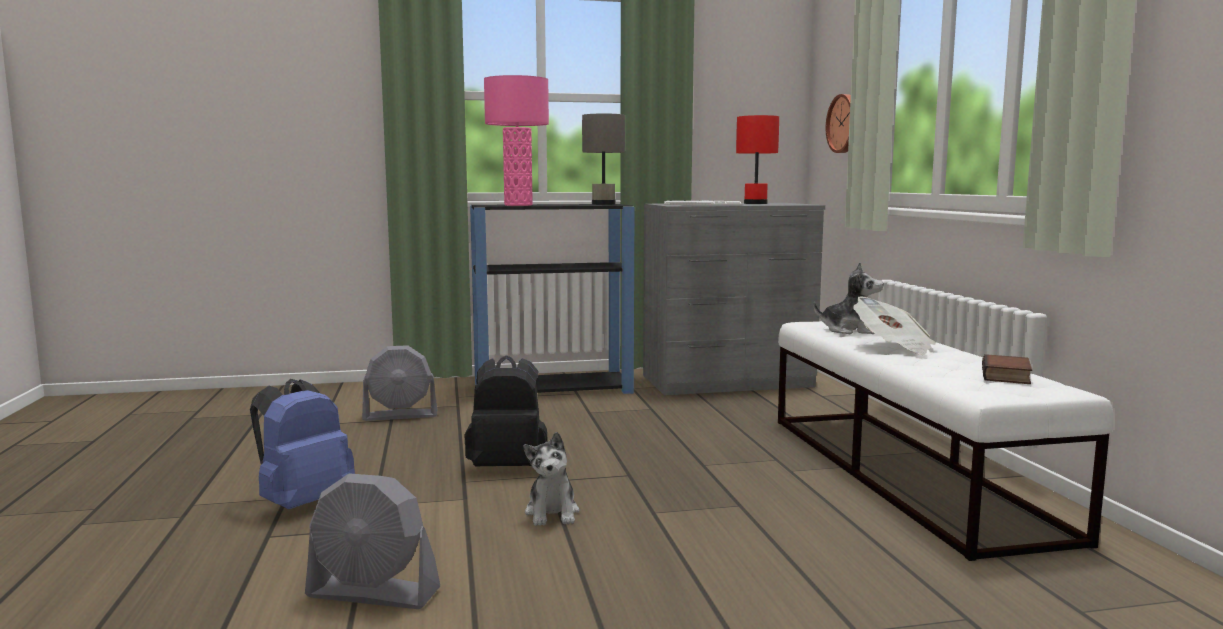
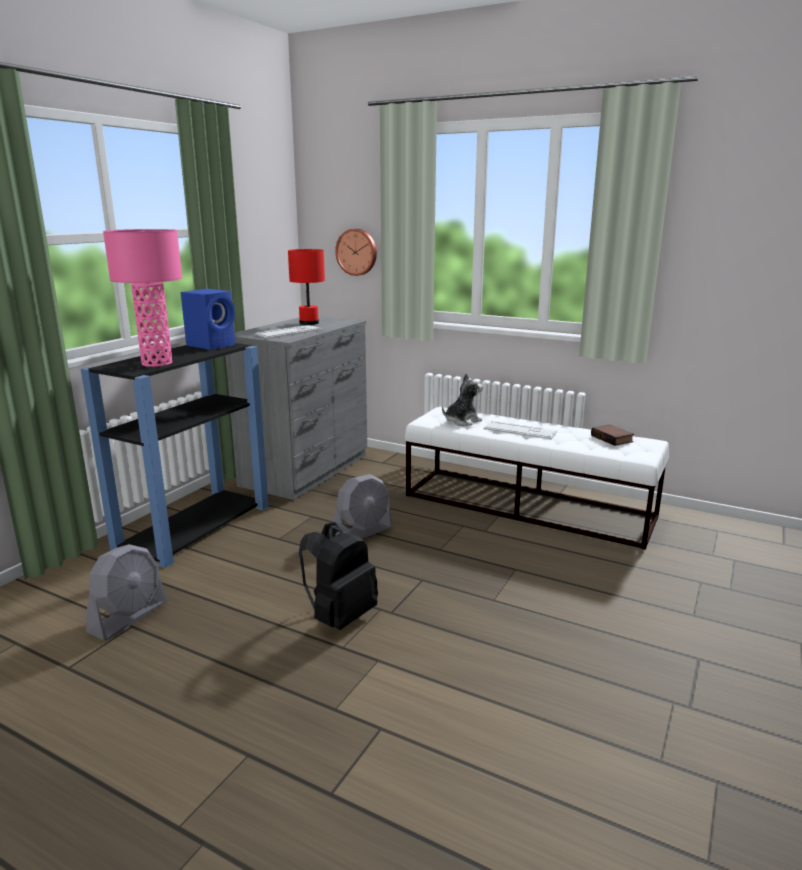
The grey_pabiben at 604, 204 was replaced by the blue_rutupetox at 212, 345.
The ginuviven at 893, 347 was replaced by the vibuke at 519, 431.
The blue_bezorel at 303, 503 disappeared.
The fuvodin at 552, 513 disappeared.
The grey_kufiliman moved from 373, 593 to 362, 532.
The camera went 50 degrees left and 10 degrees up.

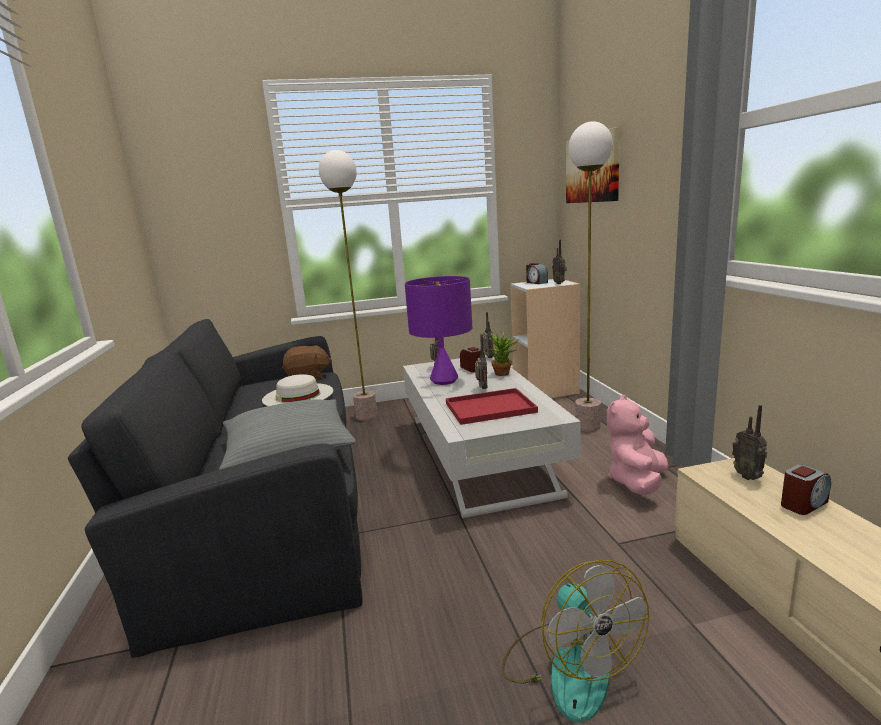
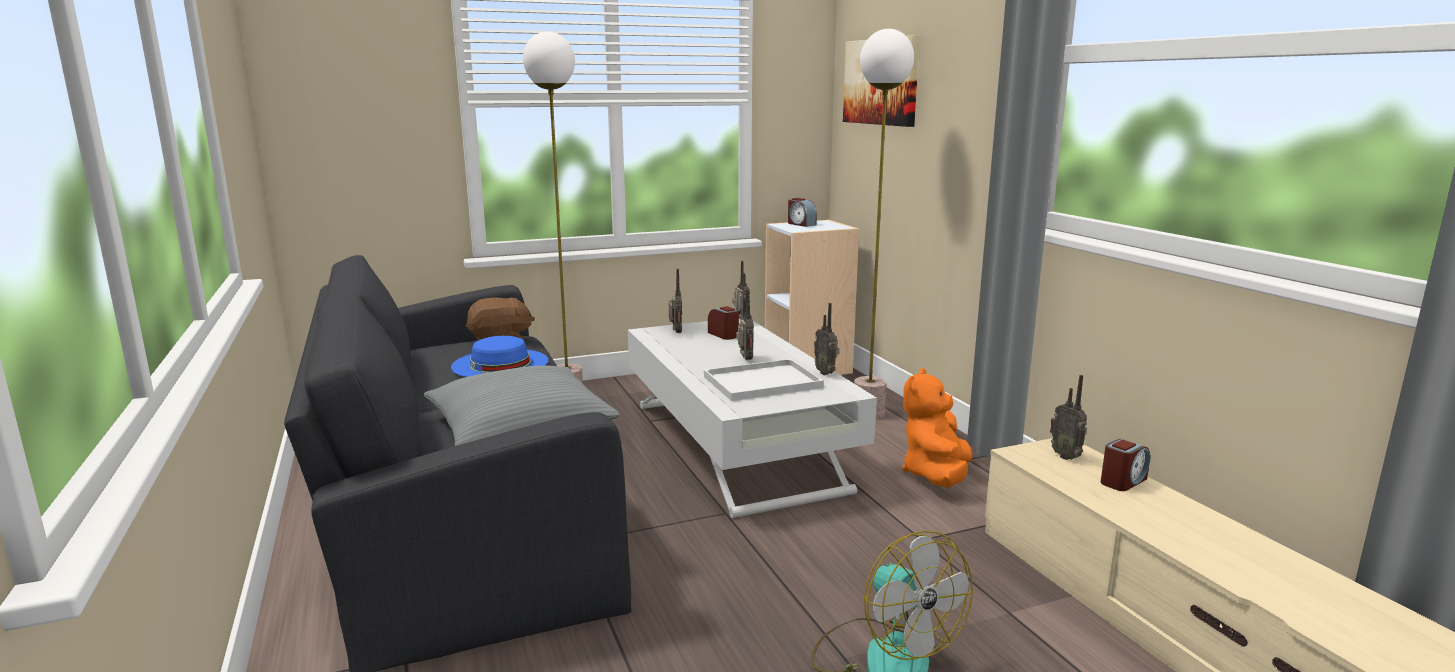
The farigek moved from 559, 283 to 826, 373.
The purple_pabiben at 444, 381 disappeared.
The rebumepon at 504, 374 disappeared.
The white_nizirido at 298, 395 became the blue_nizirido at 500, 363.
The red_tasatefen at 488, 408 became the white_tasatefen at 761, 382.
The pink_fuvodin at 637, 482 became the orange_fuvodin at 936, 475.
The camera went 10 degrees left and 0 degrees up.

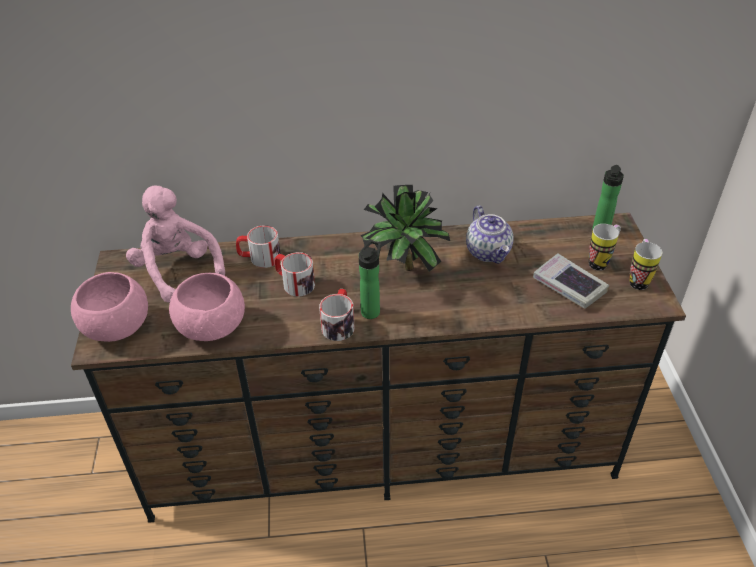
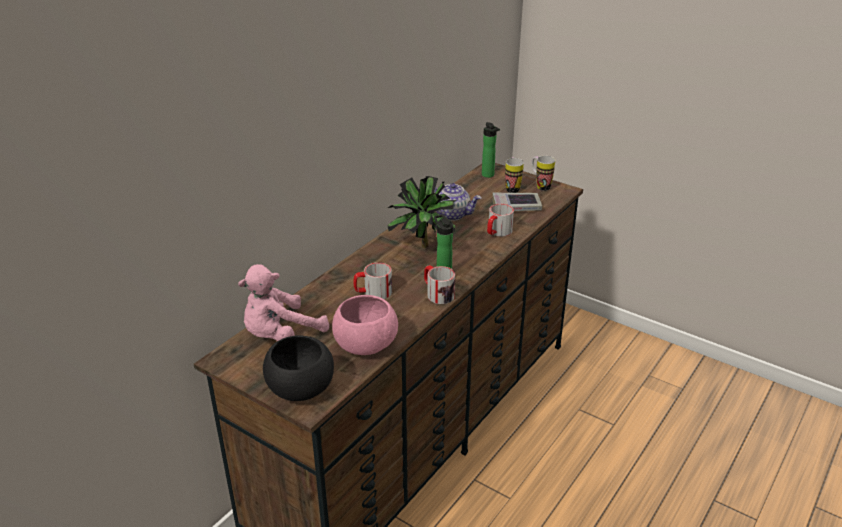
The pink_fuvodin at 177, 270 turned 45 degrees counterclockwise.
The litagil moved from 259, 258 to 497, 232.
The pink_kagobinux at 116, 326 became the black_kagobinux at 300, 388.
The camera went 50 degrees left and 10 degrees down.

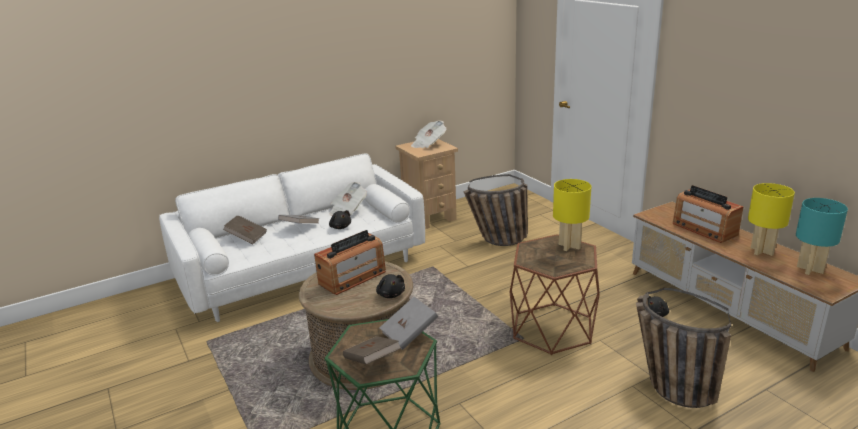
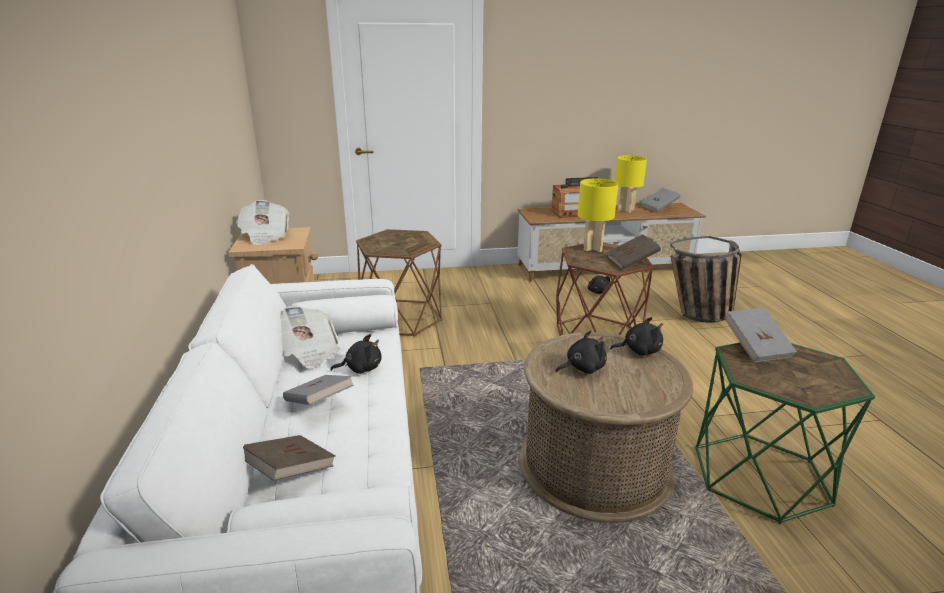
The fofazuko at 497, 241 was replaced by the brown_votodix at 402, 318.
The turquoise_pabiben at 809, 269 was replaced by the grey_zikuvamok at 658, 208.
The farigek at 352, 278 was replaced by the black_fuvodin at 582, 368.
The brown_zikuvamok moved from 372, 361 to 631, 262.
The camera went 70 degrees left and 0 degrees up.

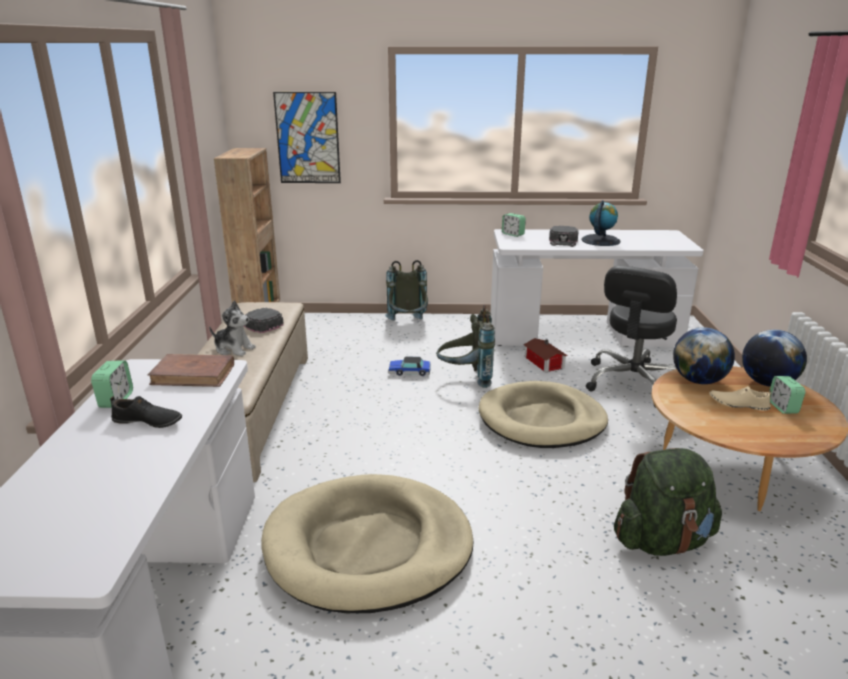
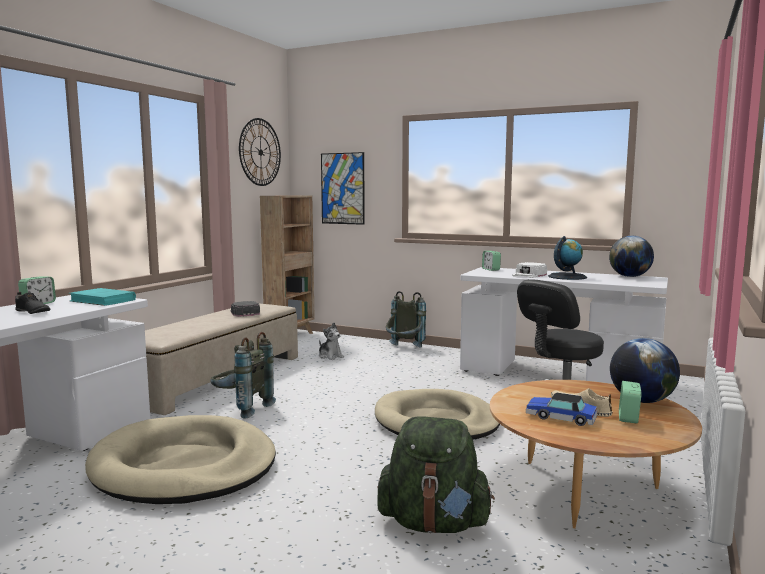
The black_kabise at 563, 241 became the white_kabise at 529, 275.
The fuvodin moved from 234, 349 to 330, 356.
The grey_bezorel moved from 465, 378 to 241, 408.
The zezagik moved from 698, 381 to 630, 276.
The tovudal at 544, 363 disappeared.
The brown_zikuvamok at 193, 374 became the turquoise_zikuvamok at 103, 300.
The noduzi moved from 409, 372 to 561, 417.
The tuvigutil at 260, 152 appeared.
The camera went 25 degrees right and 15 degrees down.

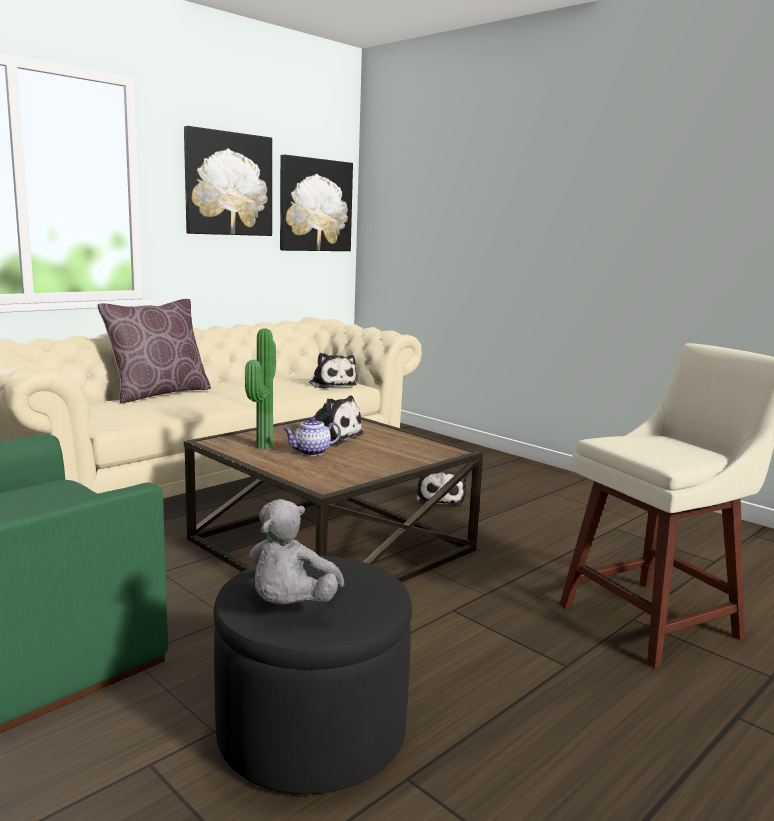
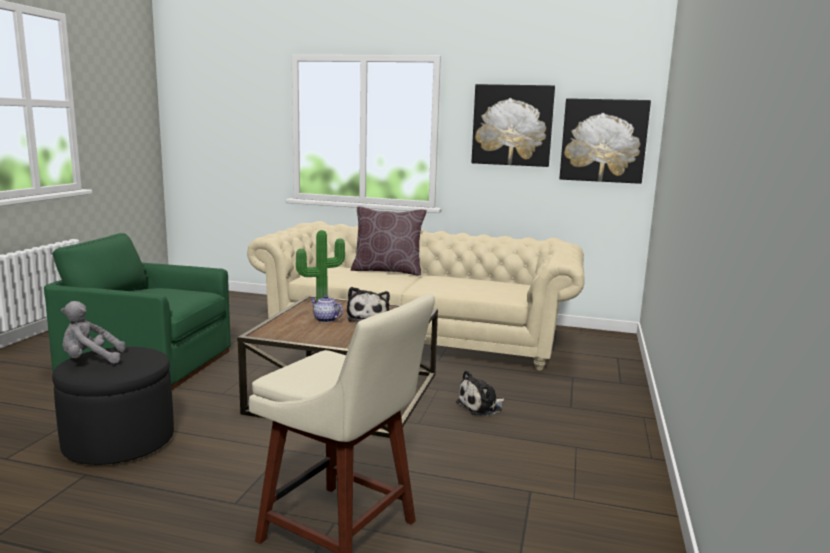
The fuvodin at 331, 384 disappeared.
The camera went 60 degrees right and 0 degrees up.

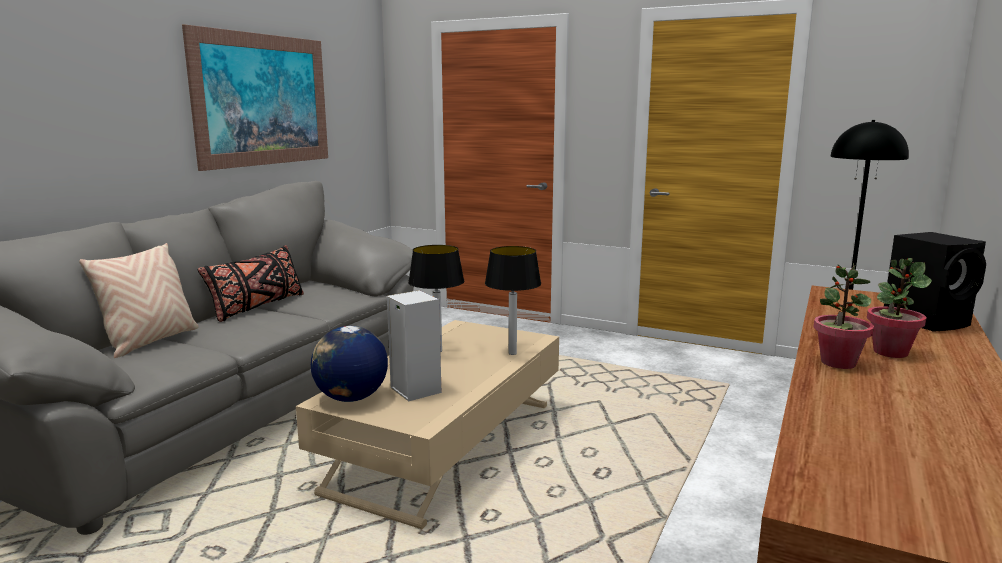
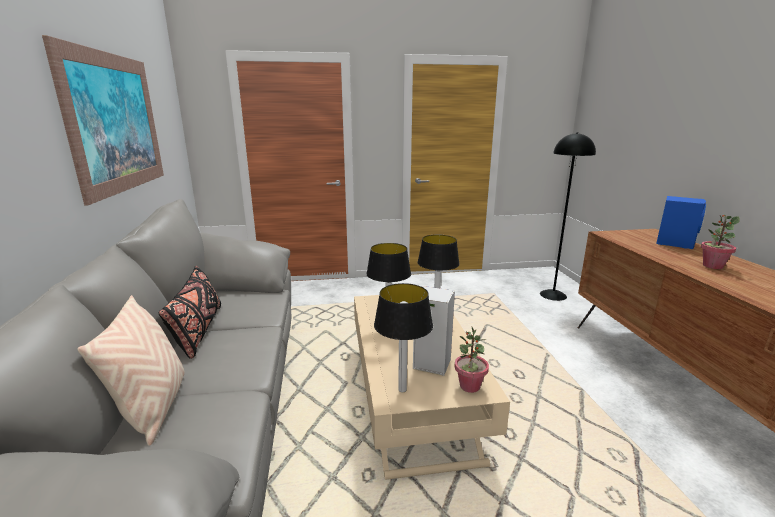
The black_rutupetox at 928, 321 became the blue_rutupetox at 675, 243.
The rebumepon moved from 838, 363 to 469, 386.
The zezagik at 351, 398 was replaced by the pabiben at 403, 390.
The camera went 35 degrees left and 5 degrees up.

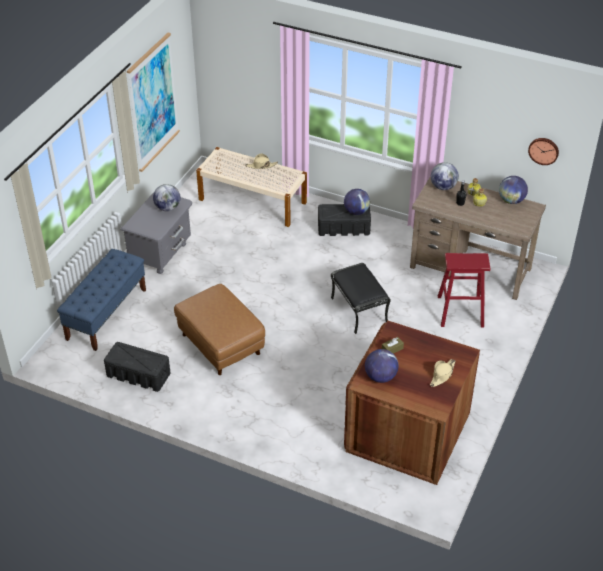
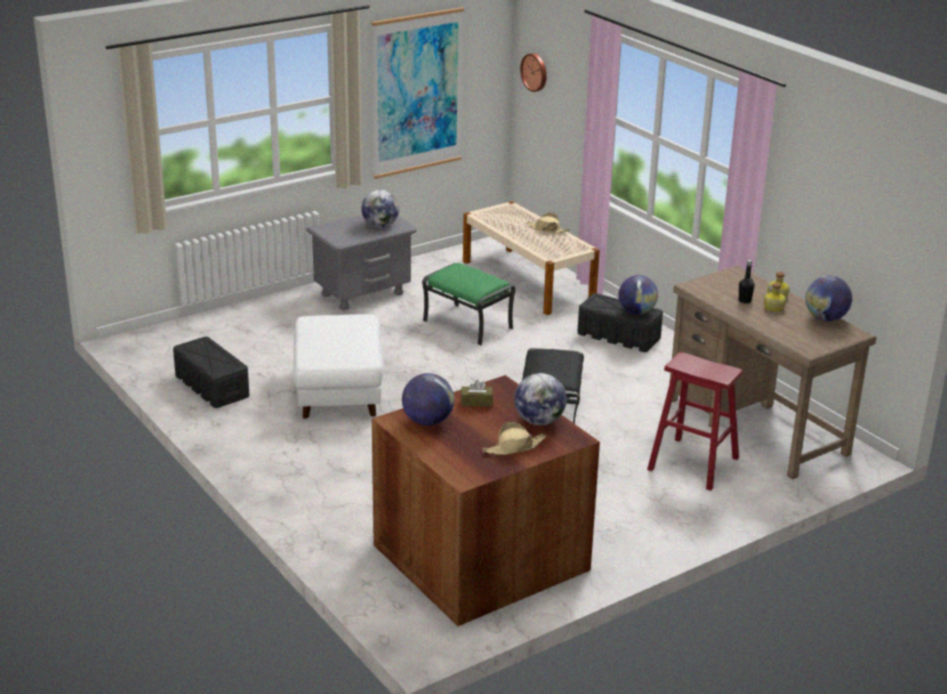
The tuvigutil moved from 544, 150 to 535, 72.
The zezagik moved from 443, 187 to 539, 421.
The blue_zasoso at 106, 314 disappeared.
The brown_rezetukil at 221, 344 became the white_rezetukil at 339, 392.
The green_rezetukil at 468, 324 appeared.
The camera went 30 degrees right and 15 degrees down.

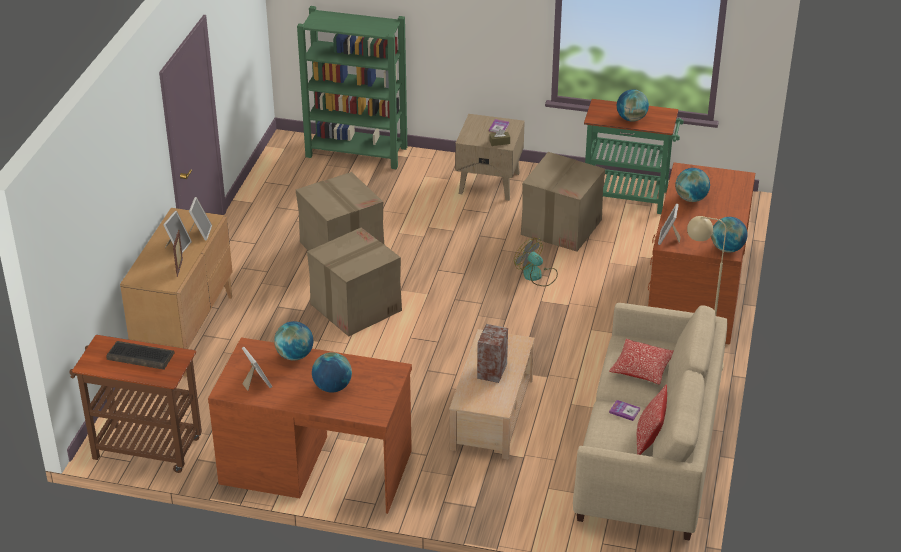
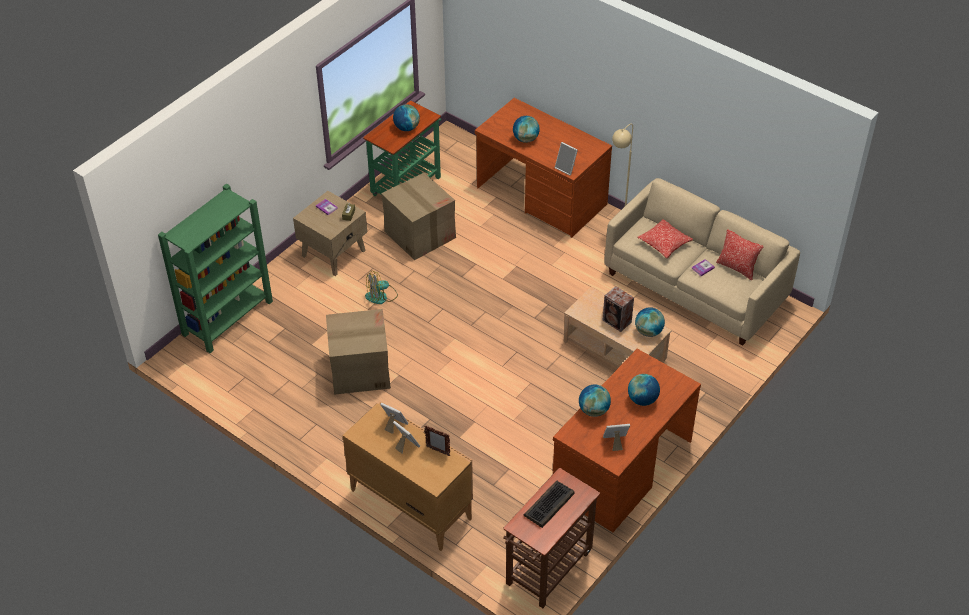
The zezagik moved from 727, 249 to 648, 331.
The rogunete at 355, 307 disappeared.
The kufiliman moved from 536, 276 to 381, 296.
The camera went 65 degrees left and 10 degrees up.

